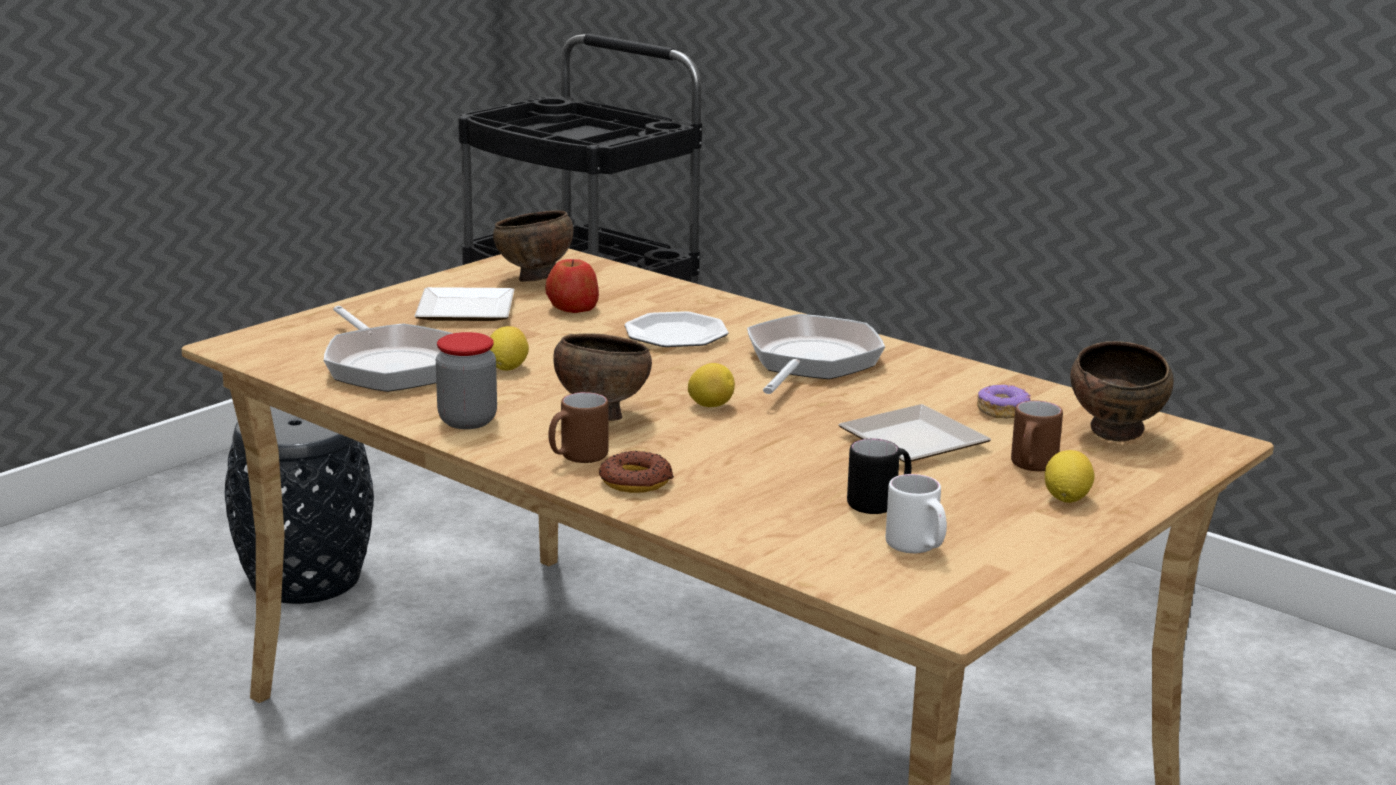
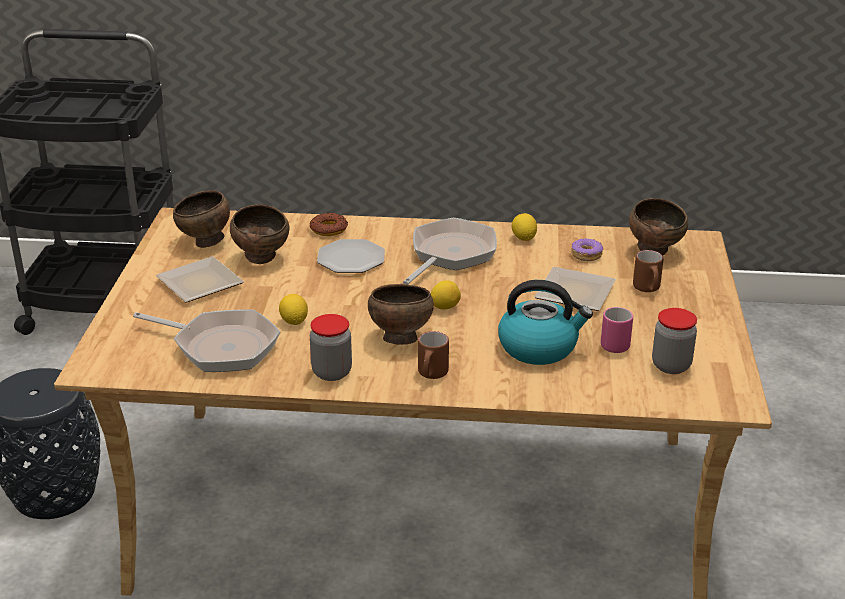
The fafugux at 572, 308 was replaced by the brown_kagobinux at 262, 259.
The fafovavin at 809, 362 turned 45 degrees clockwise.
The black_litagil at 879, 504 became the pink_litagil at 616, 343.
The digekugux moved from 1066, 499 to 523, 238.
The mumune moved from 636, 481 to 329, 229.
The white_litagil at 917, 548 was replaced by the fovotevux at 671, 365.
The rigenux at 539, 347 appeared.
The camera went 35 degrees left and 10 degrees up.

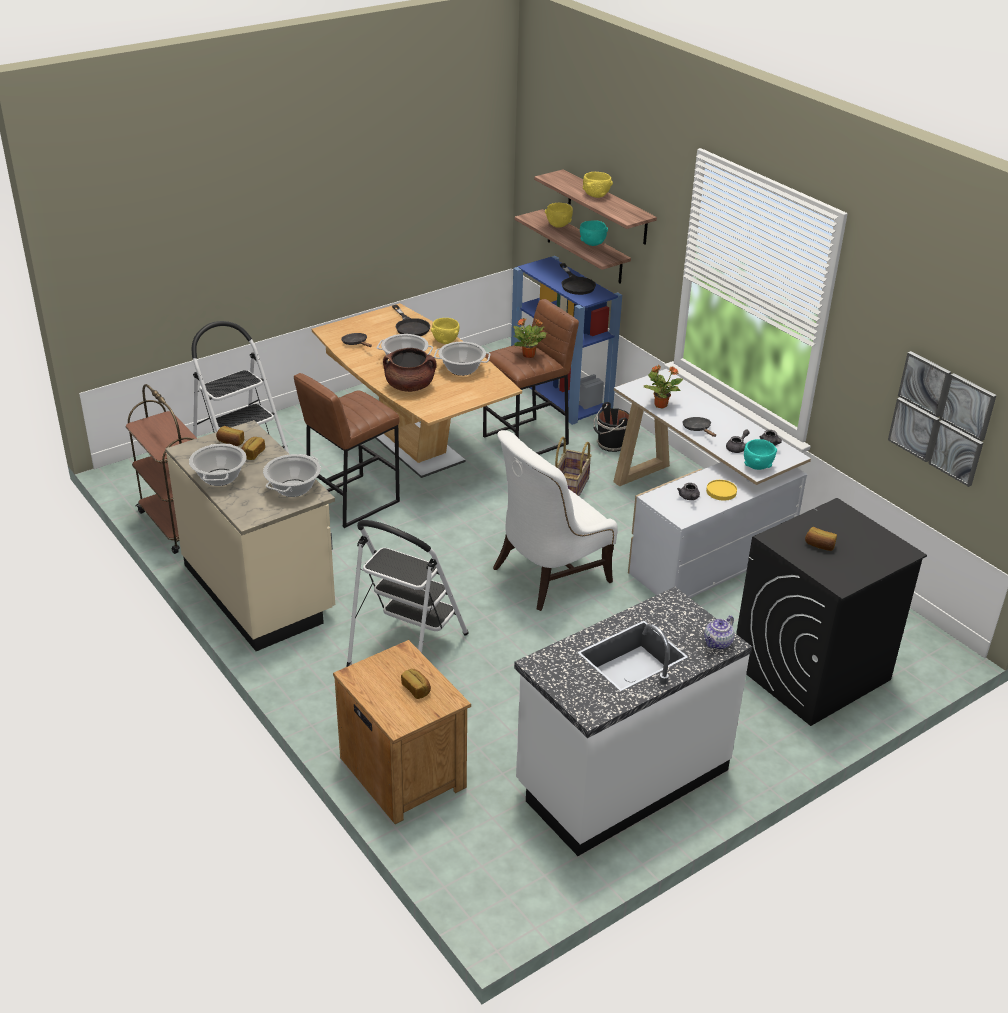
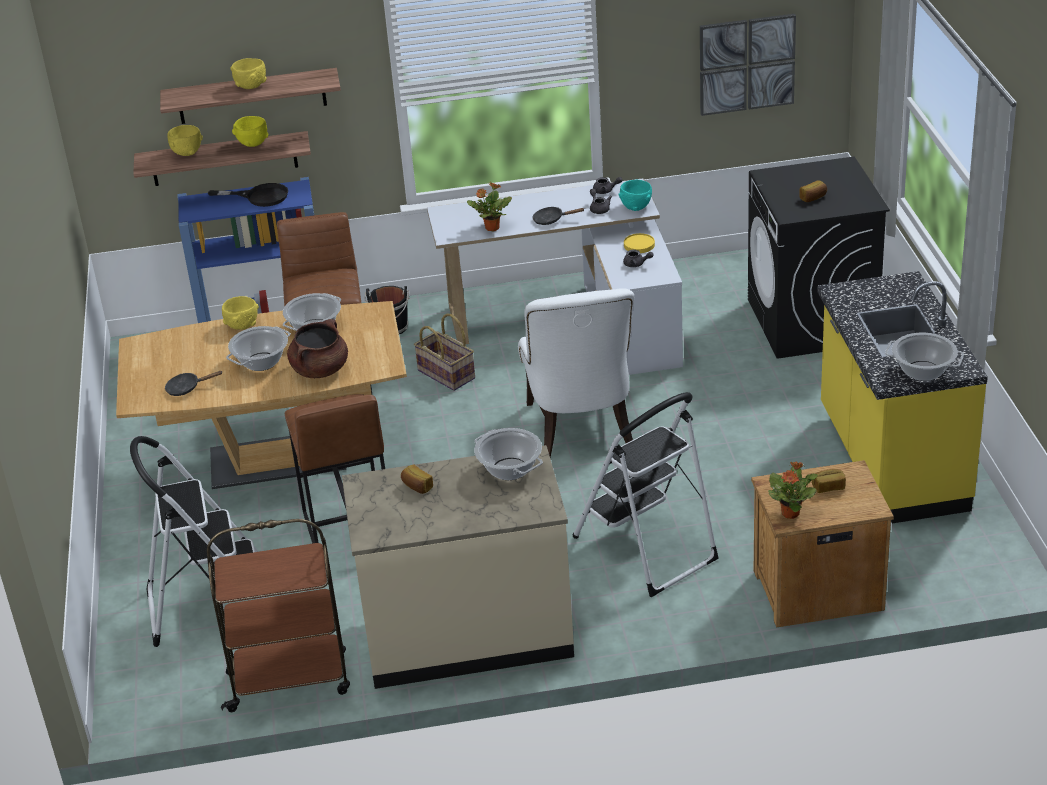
The turquoise_kagobinux at 592, 243 became the yellow_kagobinux at 252, 144.
The black_fafovavin at 410, 326 disappeared.
The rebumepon moved from 529, 355 to 791, 513.
The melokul at 230, 442 disappeared.
The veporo moved from 219, 477 to 922, 371.
The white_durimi at 621, 778 became the yellow_durimi at 890, 461.
The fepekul at 717, 643 disappeared.
The camera went 60 degrees left and 0 degrees up.

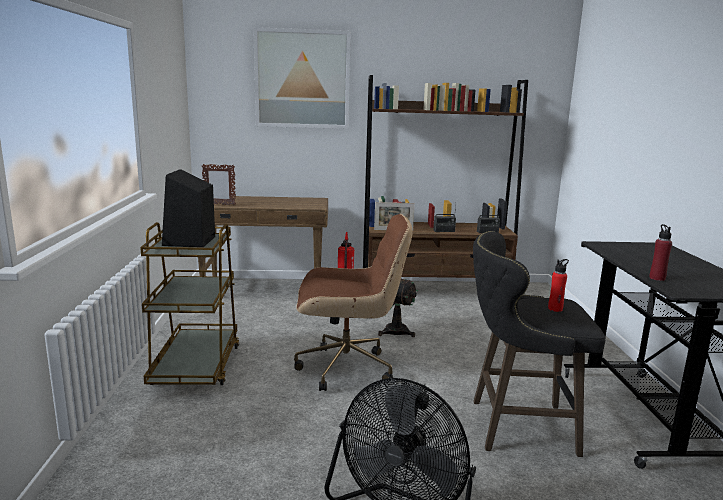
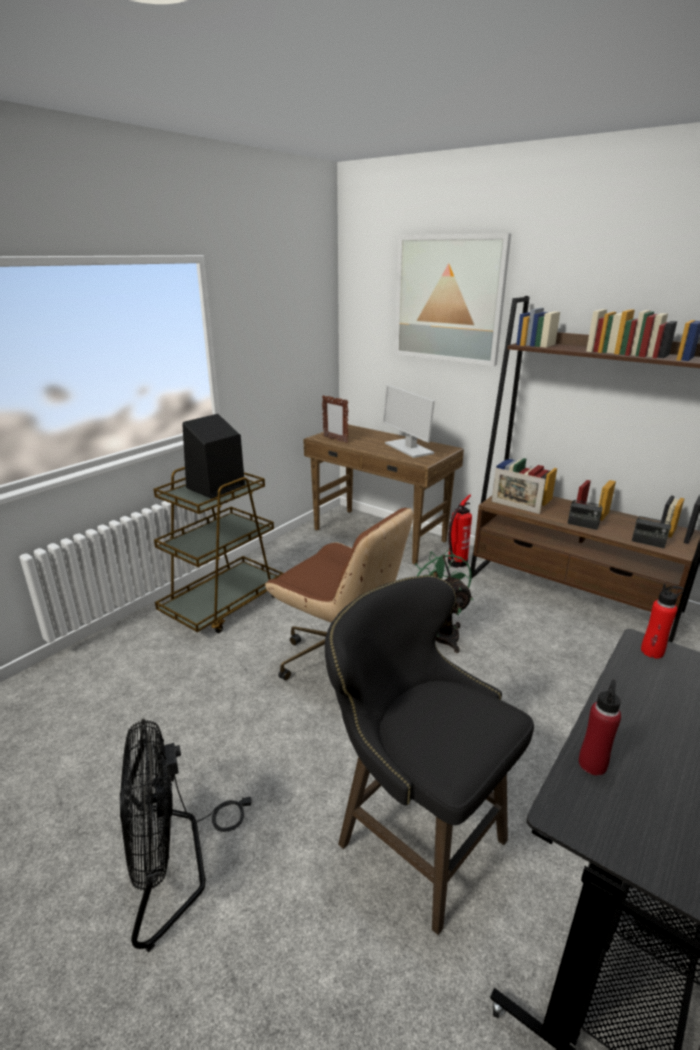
The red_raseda moved from 555, 309 to 652, 651.
The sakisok at 408, 448 appeared.
The camera went 40 degrees right and 10 degrees up.

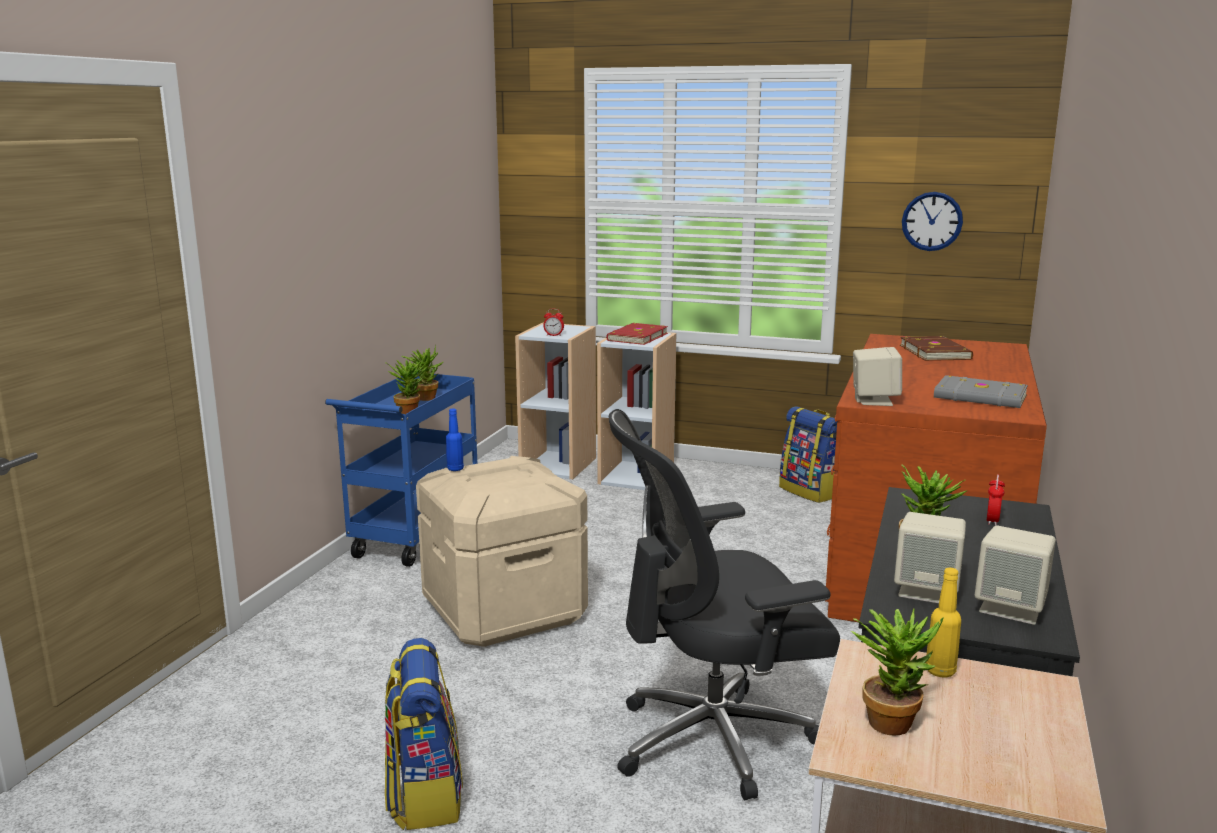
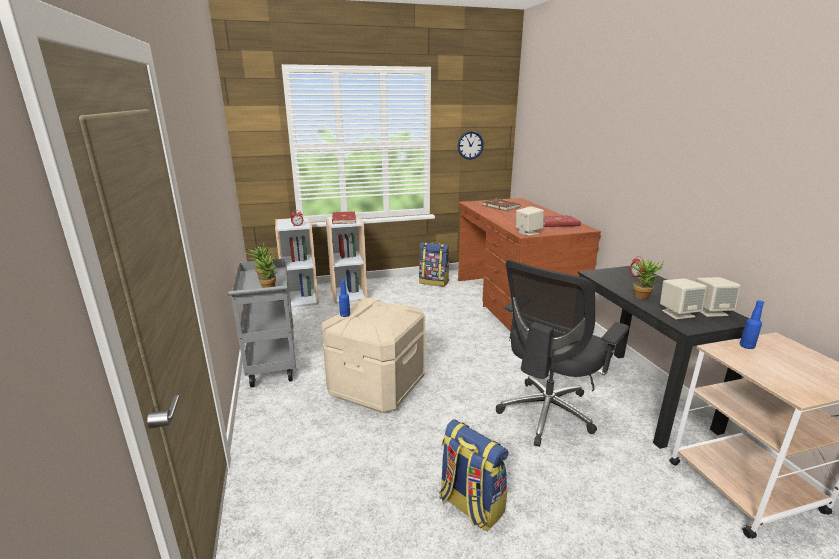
The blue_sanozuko at 414, 539 became the grey_sanozuko at 272, 364.
The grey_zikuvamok at 980, 397 became the red_zikuvamok at 558, 223.
The yellow_raseda at 940, 671 became the blue_raseda at 747, 346.
The rebumepon at 892, 719 disappeared.
The camera went 35 degrees left and 5 degrees up.

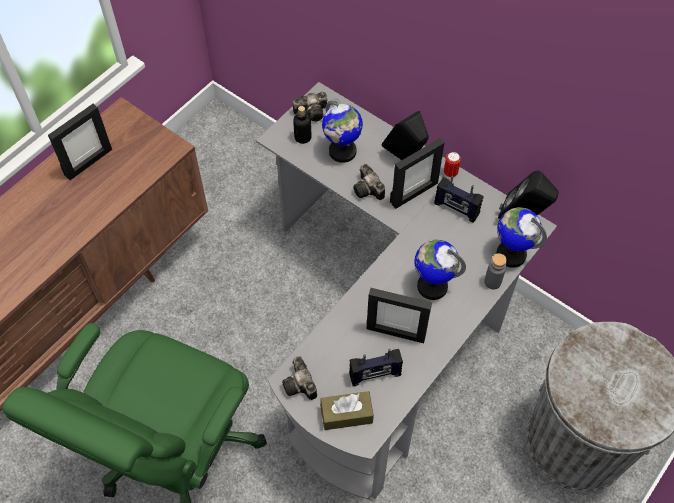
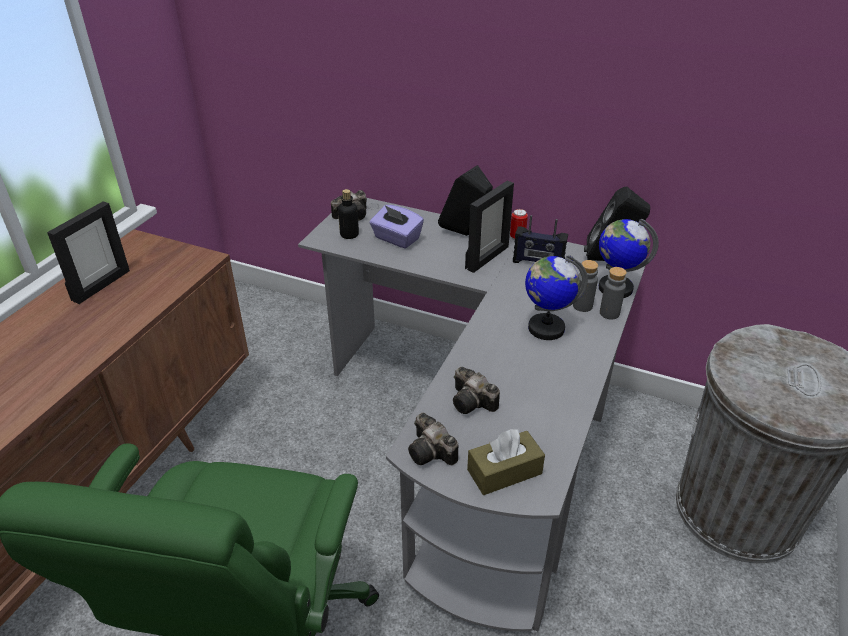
The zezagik at 342, 152 was replaced by the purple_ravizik at 396, 239.
The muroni moved from 369, 190 to 473, 403.
The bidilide at 396, 331 disappeared.
The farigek at 375, 375 disappeared.
The grey_raseda at 582, 306 appeared.
The camera went 15 degrees left and 20 degrees down.

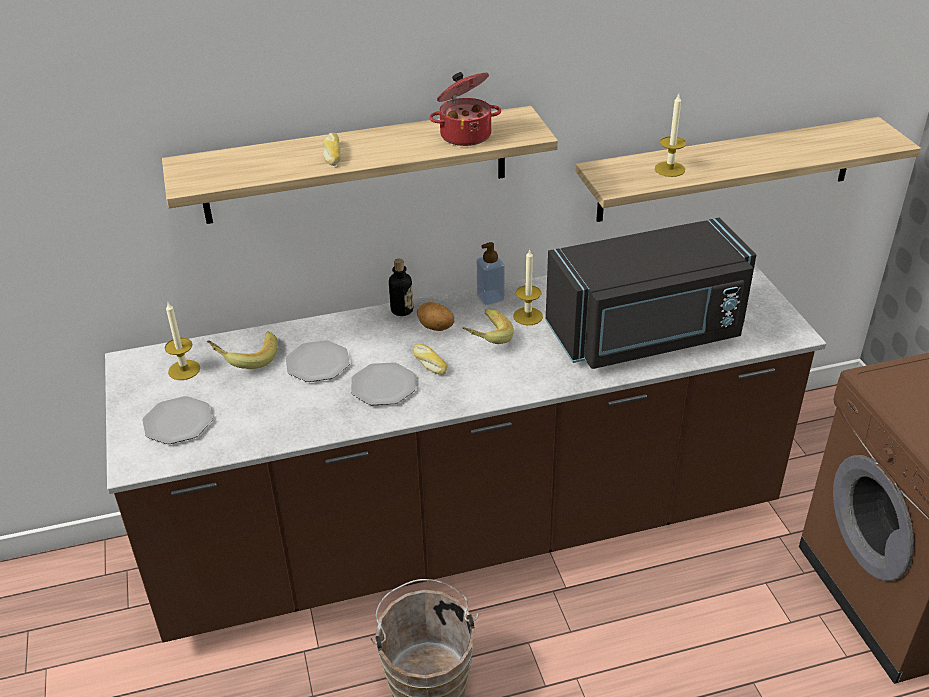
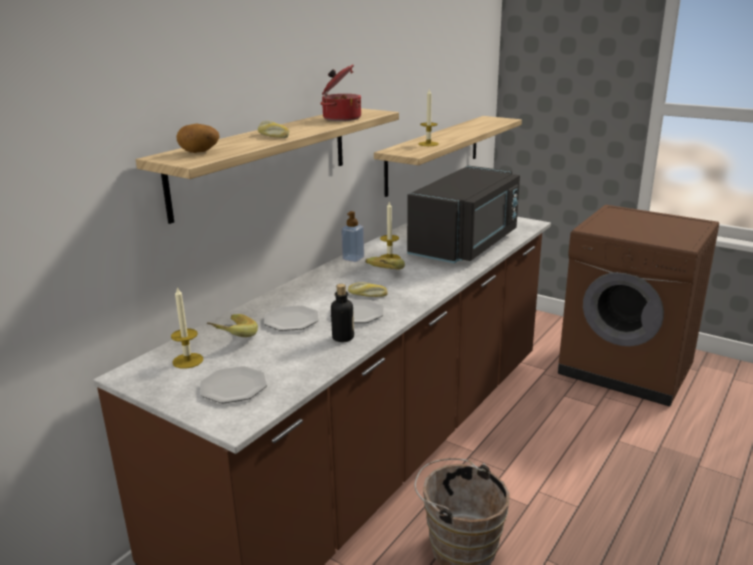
The raseda moved from 402, 310 to 343, 337.
The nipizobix moved from 435, 328 to 199, 152.
The camera went 40 degrees left and 15 degrees down.

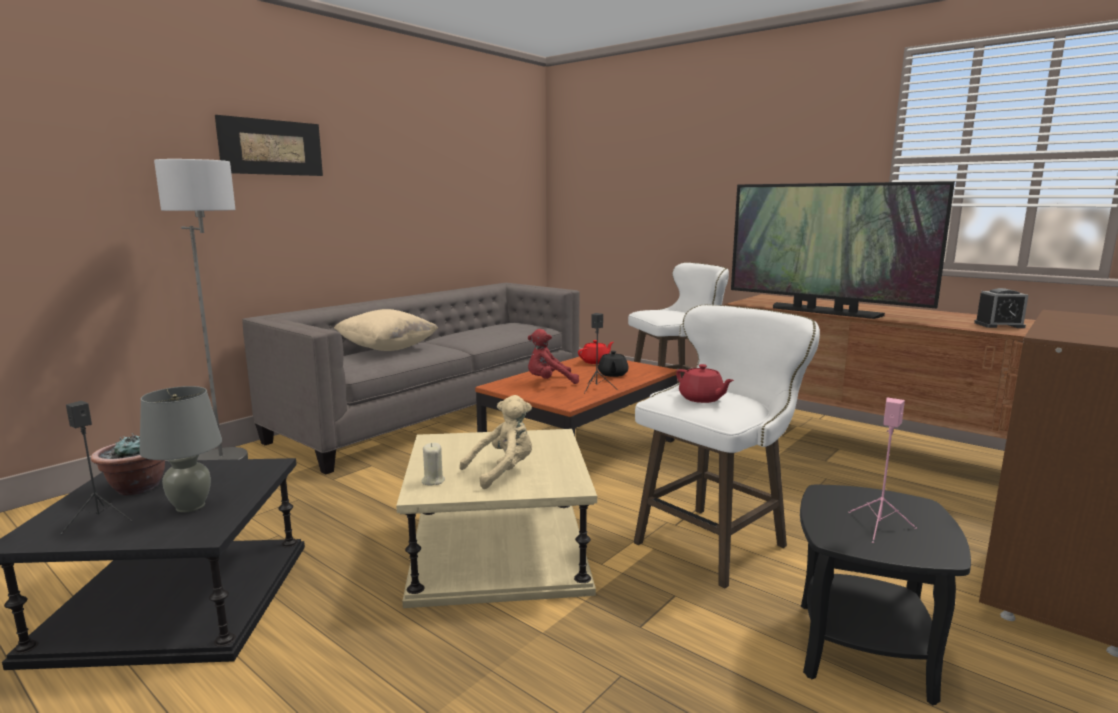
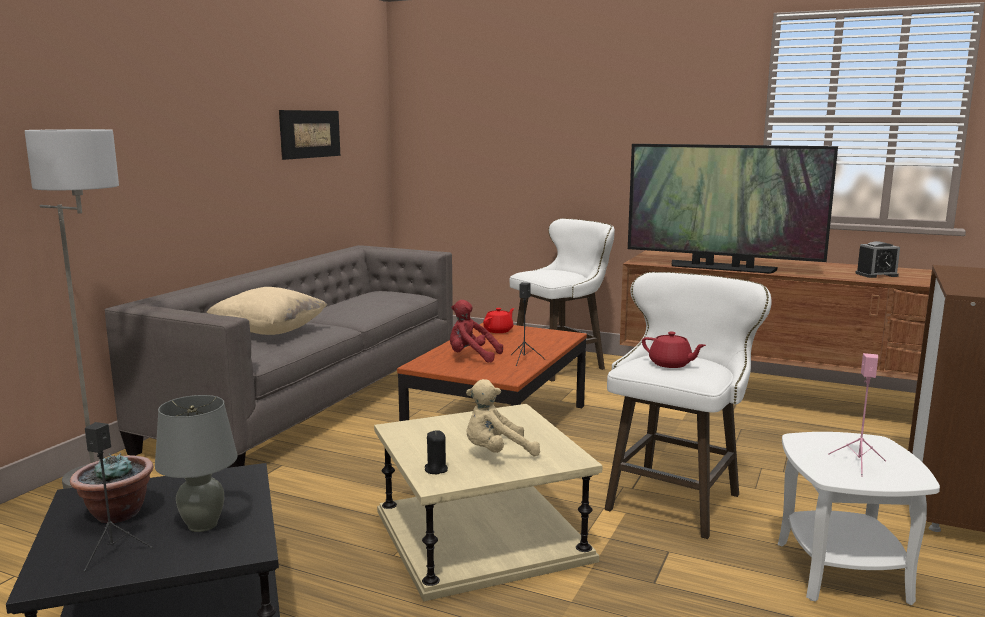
The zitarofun moved from 271, 147 to 310, 134.
The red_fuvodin at 549, 382 turned 45 degrees clockwise.
The black_fepekul at 612, 374 disappeared.
The beige_fuvodin at 503, 472 turned 150 degrees counterclockwise.
The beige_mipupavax at 433, 481 became the black_mipupavax at 436, 469.
The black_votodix at 862, 650 became the white_votodix at 841, 572.
The camera went 15 degrees left and 0 degrees up.

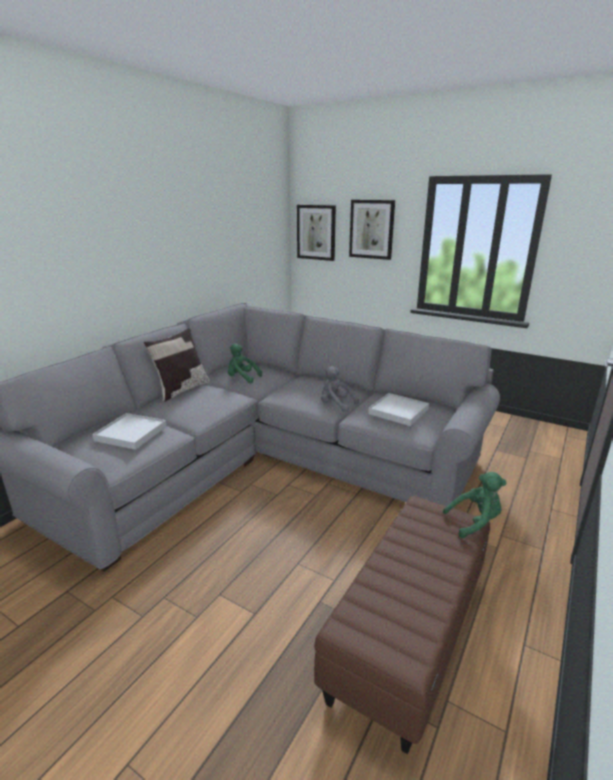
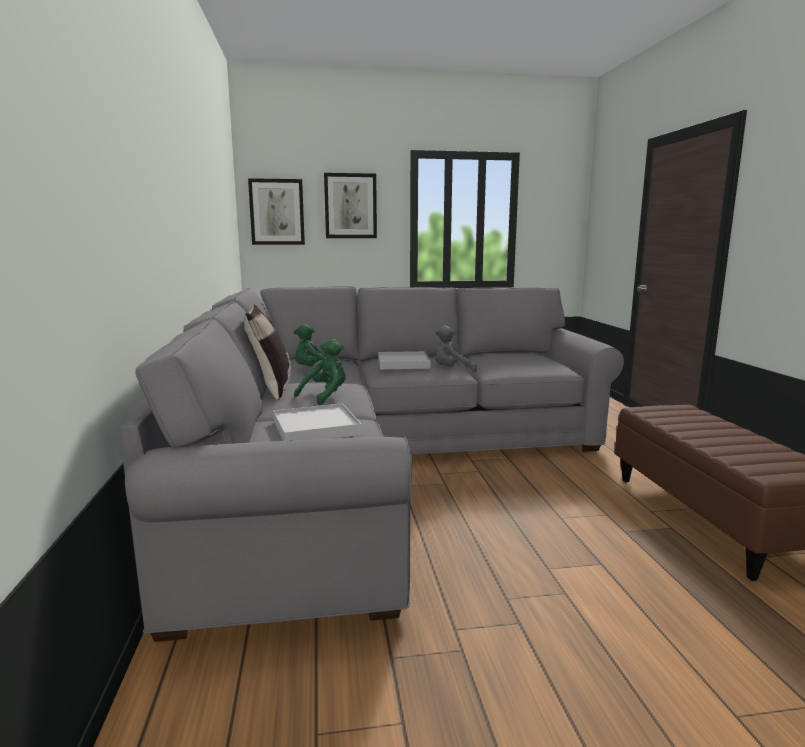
The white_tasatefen moved from 398, 411 to 403, 363.
The green_fuvodin moved from 475, 522 to 325, 396.
The camera went 40 degrees left and 10 degrees down.

